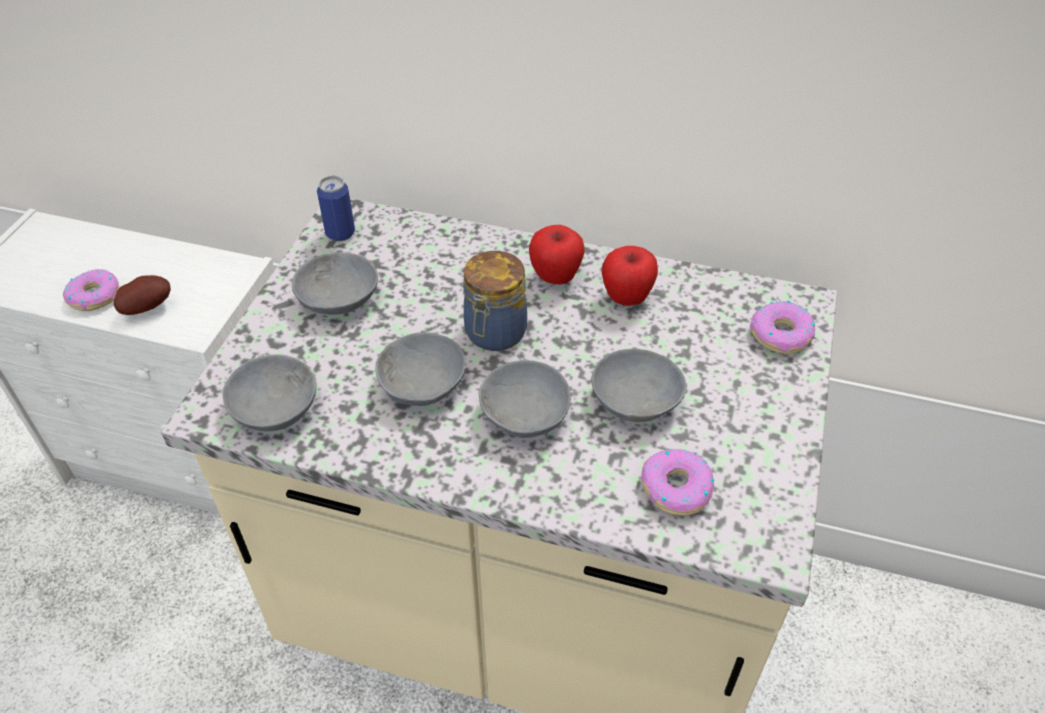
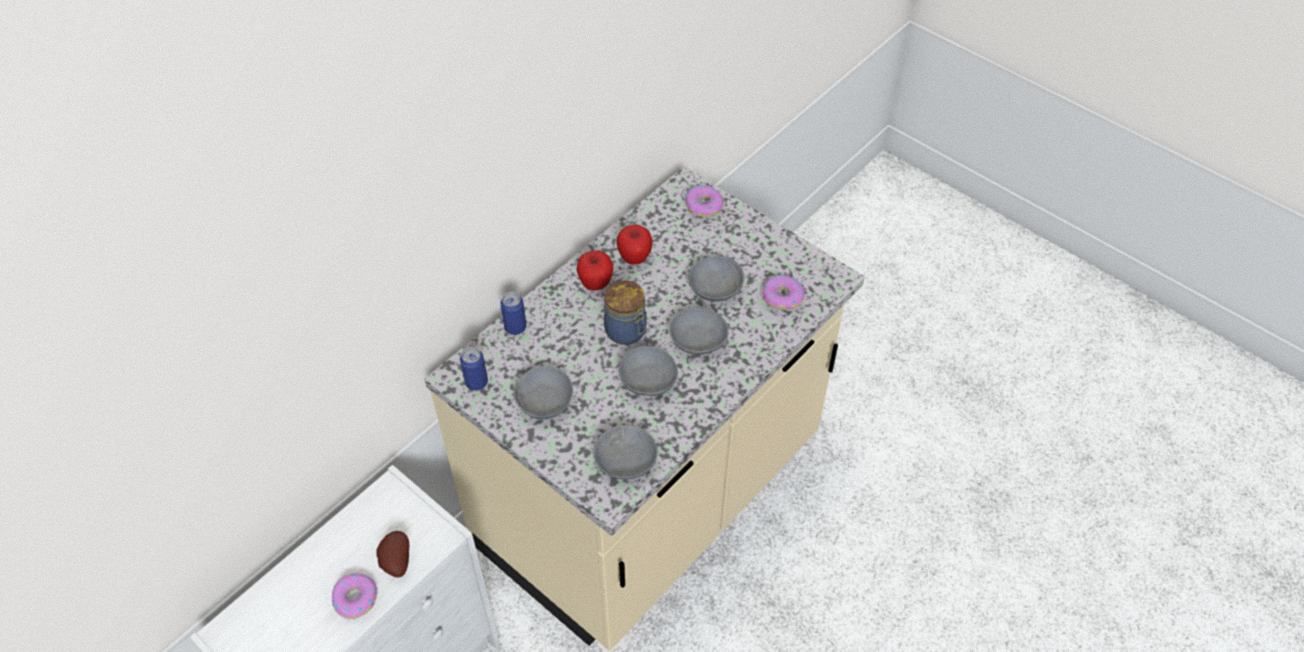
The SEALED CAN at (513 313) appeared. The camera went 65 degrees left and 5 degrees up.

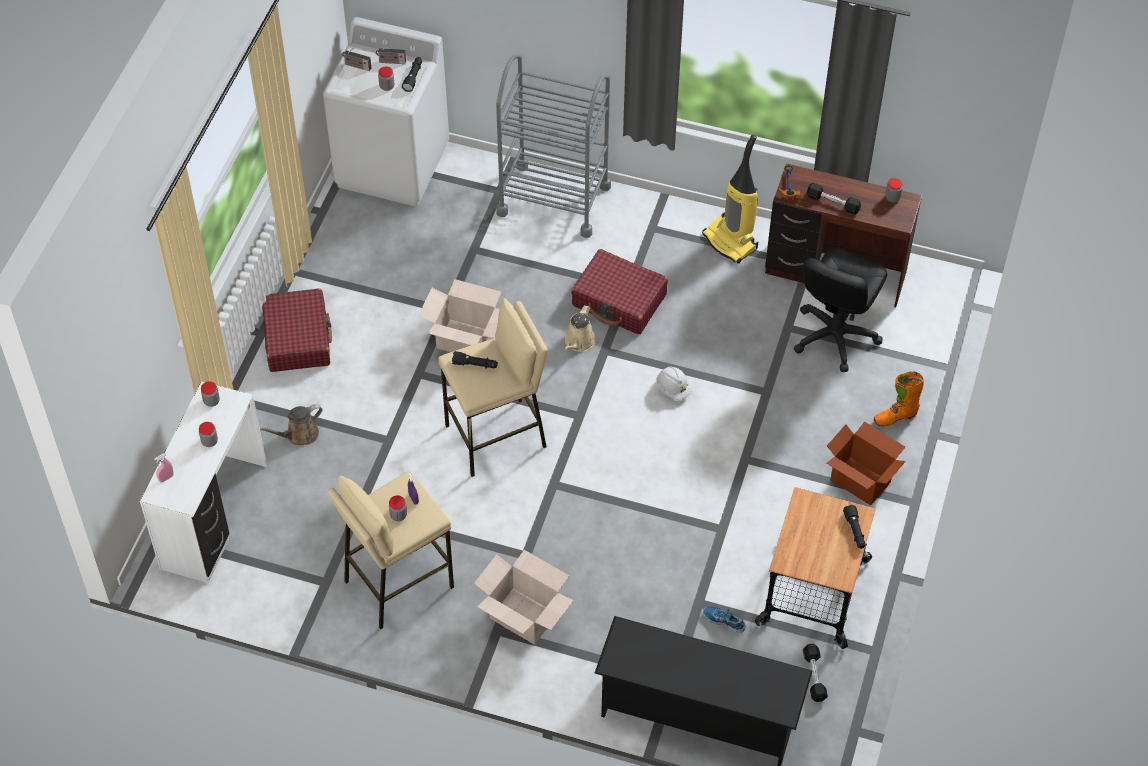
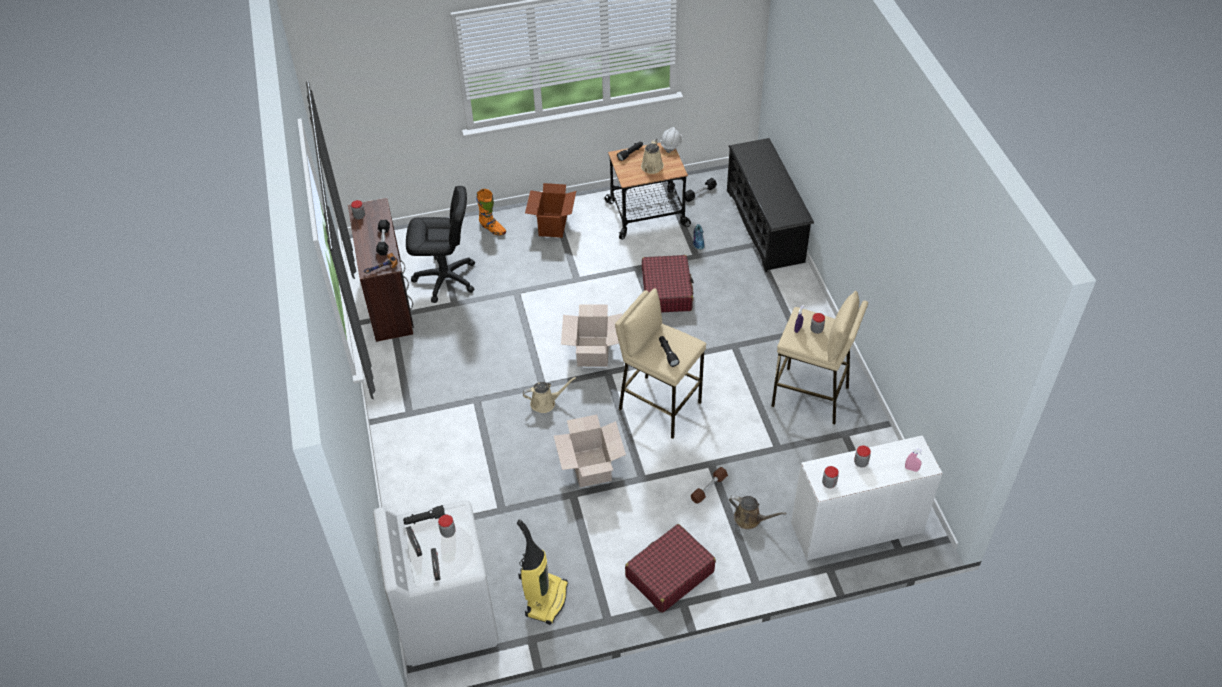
The GRAY TROLLEY at (553 146) disappeared. The SAND-COLOURED SPRINKLING CAN at (652 156) appeared. The BROWNISH FREE WEIGHT at (709 485) appeared. The CARTON moved from (524 597) to (591 335). The RED TRAVEL CASE moved from (619 291) to (668 284). The WHITISH WORK HELMET moved from (674 383) to (671 140). The HOOVER moved from (730 199) to (542 572). The camera went 120 degrees left and 5 degrees down.

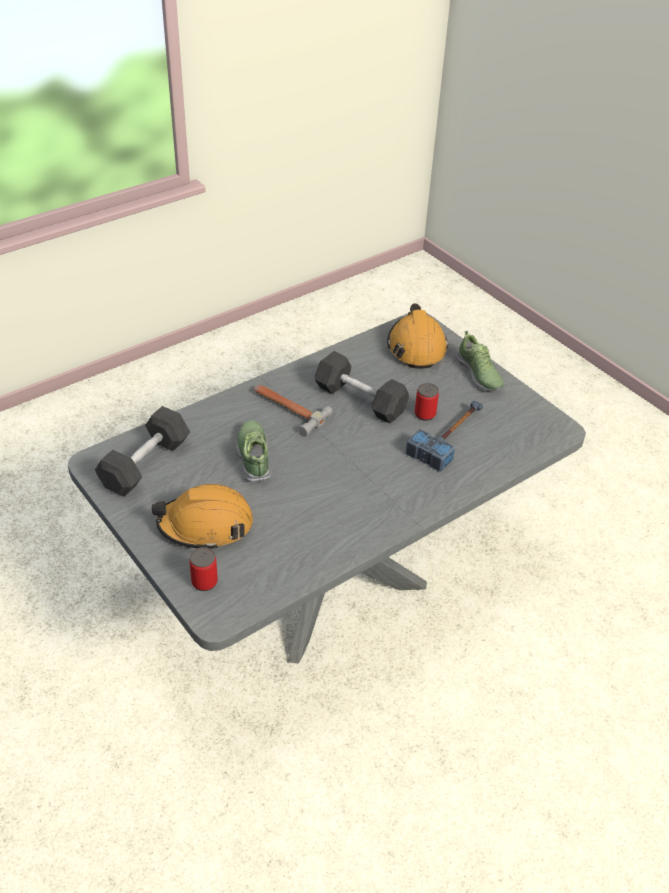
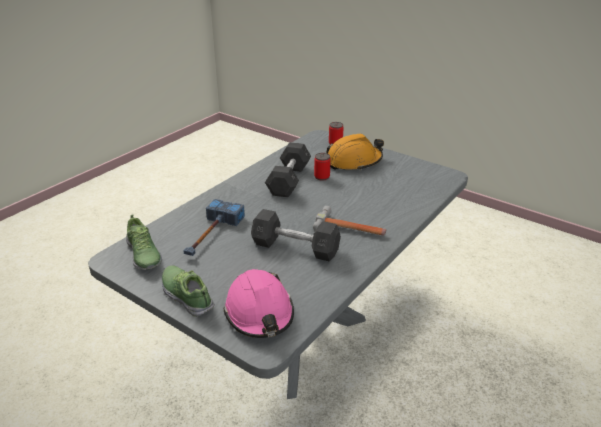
The GRAY FREE WEIGHT moved from (142 451) to (288 169). The SHOE moved from (254 451) to (144 242). The SEALED CAN moved from (427 402) to (322 167). The ORANGE-COLOURED WORK HELMET at (418 336) became the PINKISH WORK HELMET at (259 303). The camera went 165 degrees right and 10 degrees down.

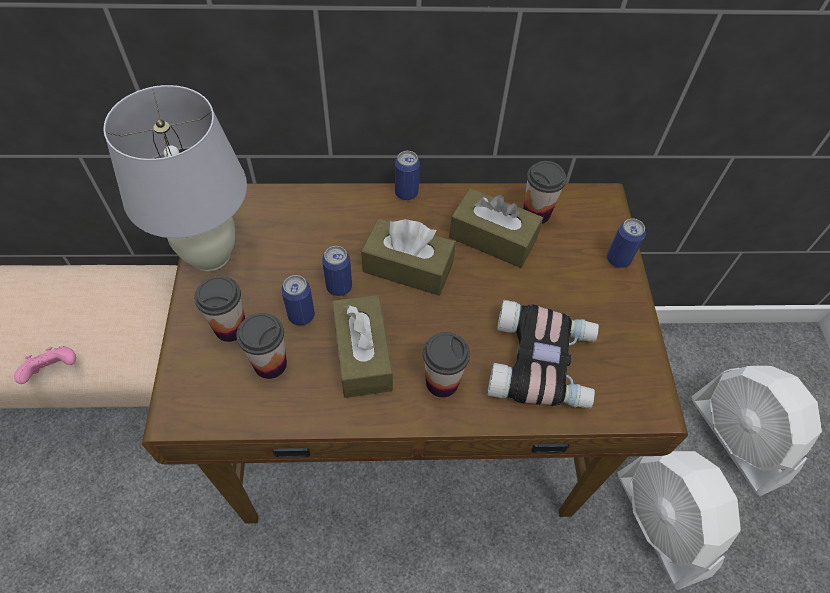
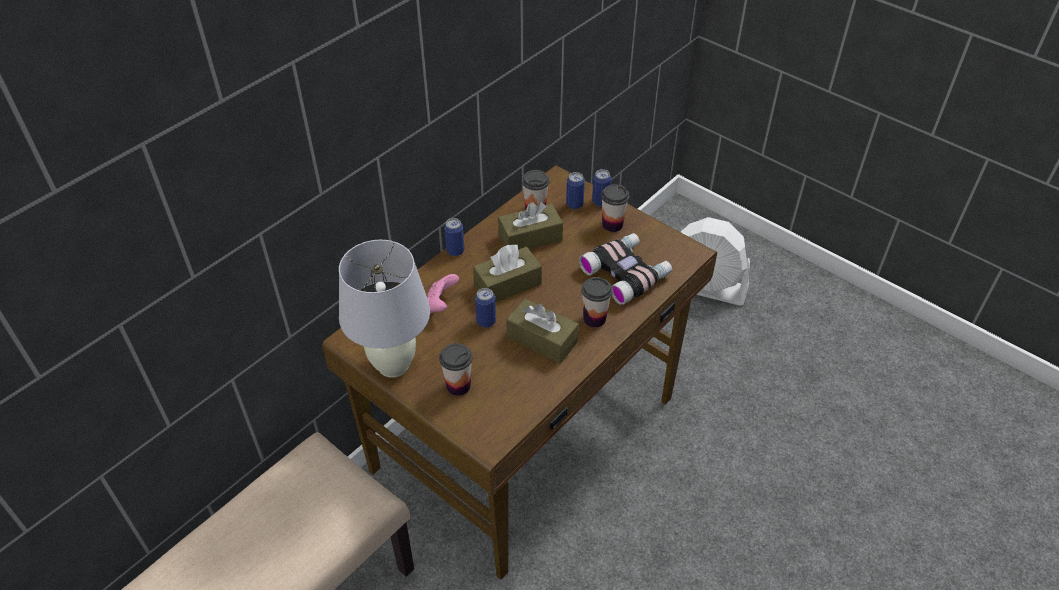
The WHITISH ELECTRIC FAN at (679 520) disappeared. The PINKISH GAME CONTROLLER moved from (45 365) to (443 294). The SMALL CUP moved from (261 346) to (615 208). The SEALED CAN moved from (298 300) to (575 190). The camera went 45 degrees left and 10 degrees down.

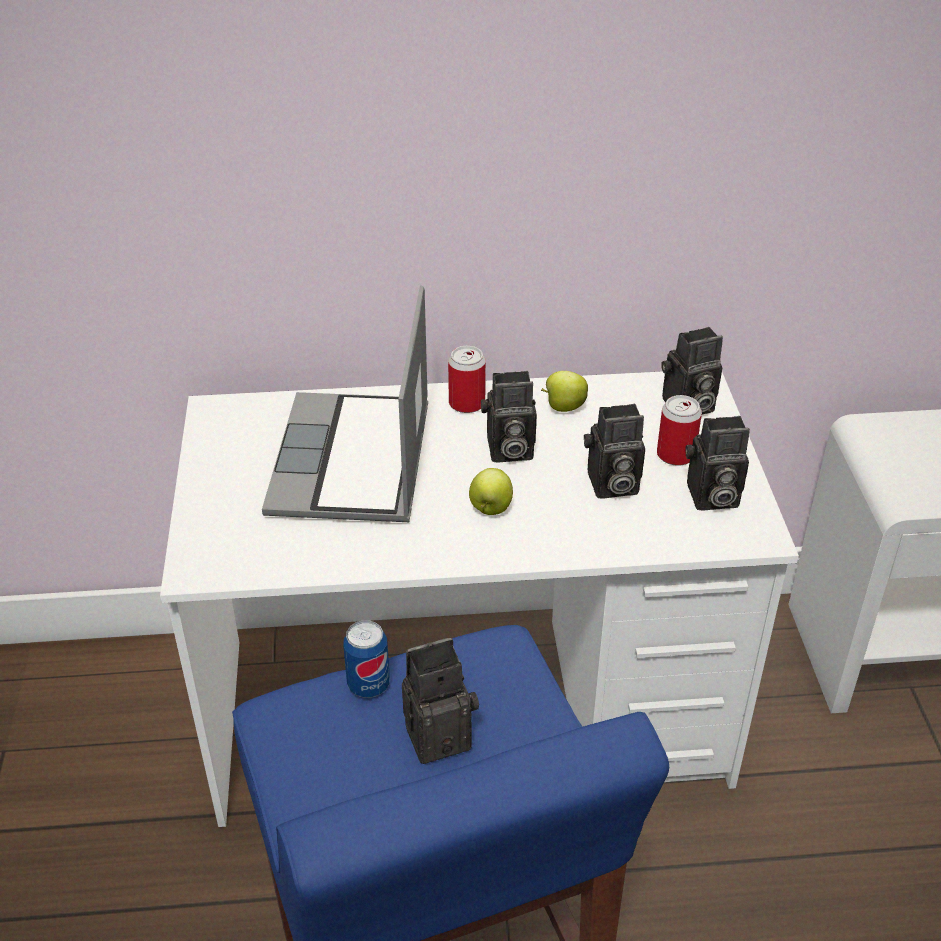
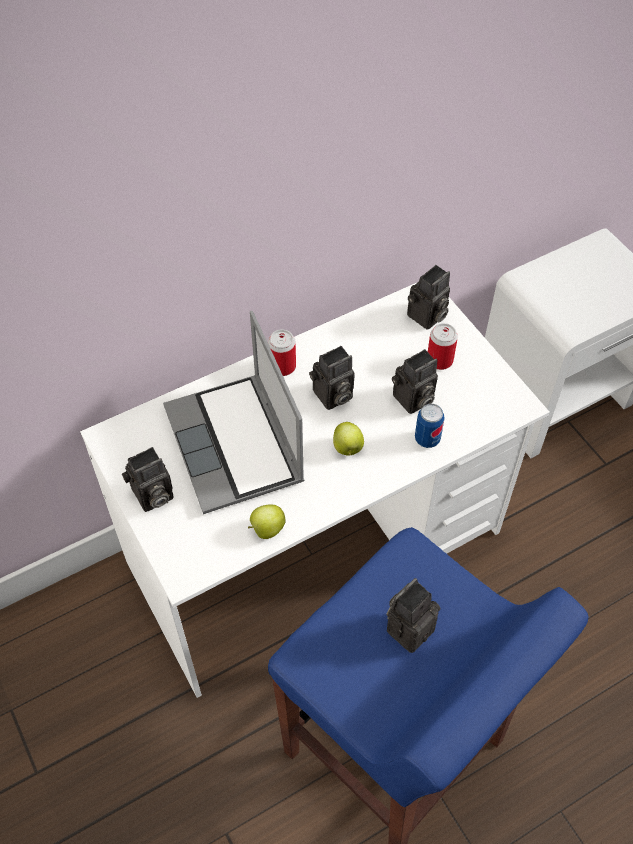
The SEALED CAN moved from (366 659) to (430 426). The WHOLE APPLE moved from (564 391) to (267 522). The STILL CAMERA moved from (718 463) to (148 479). The camera went 25 degrees left and 15 degrees up.

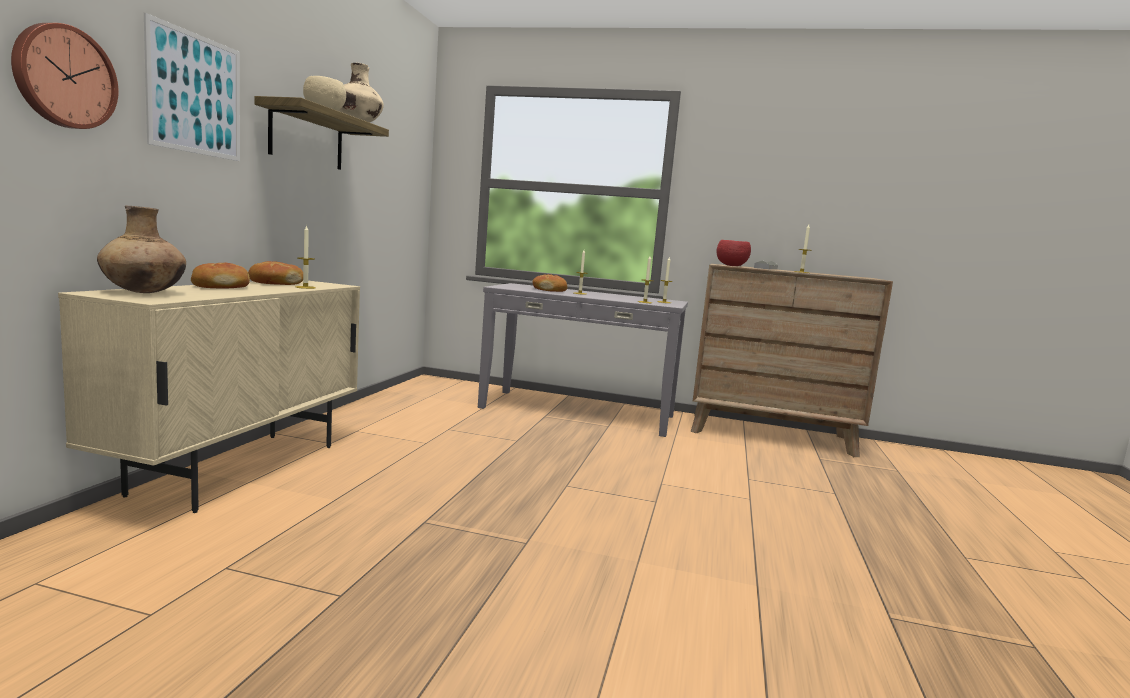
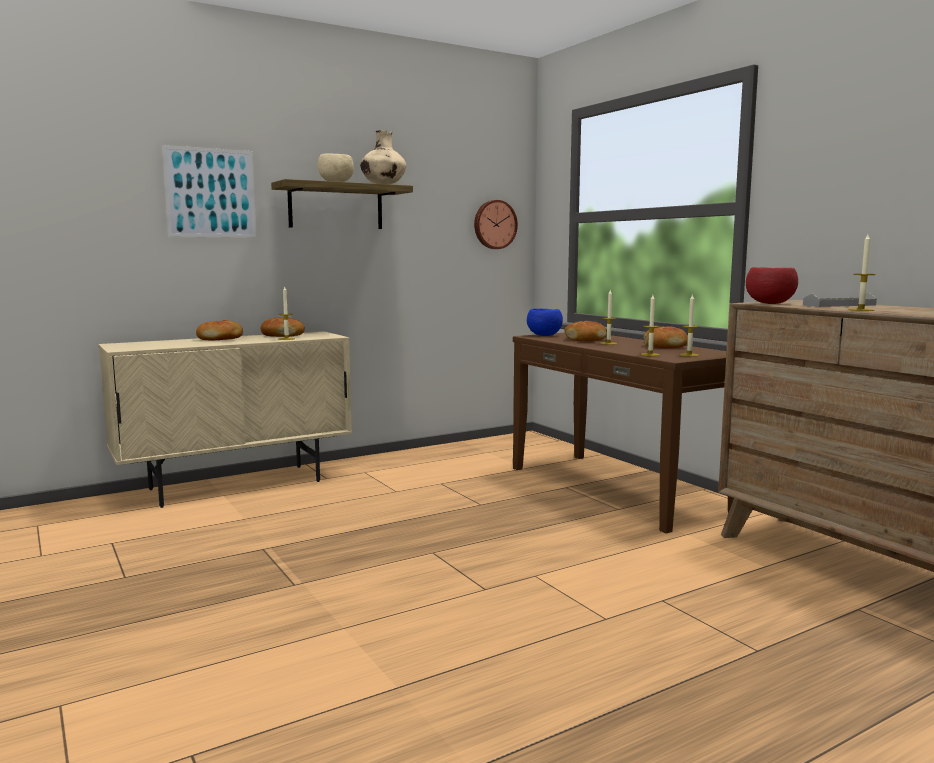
The BROWNISH FLOWER VASE at (141 249) disappeared. The BLUE-COLOURED SERVING BOWL at (545 322) appeared. The BAKED BREAD at (665 337) appeared. The CLOCK ON THE WALL moved from (65 76) to (496 224). The GRAY HALL TABLE at (583 360) became the BROWNISH HALL TABLE at (623 433). The camera went 45 degrees right and 0 degrees up.

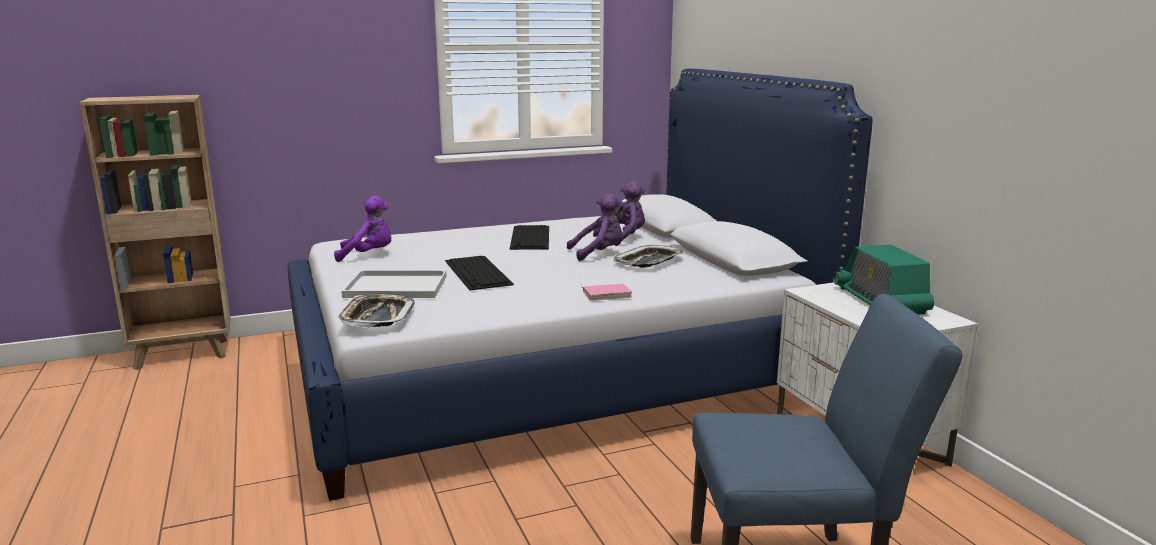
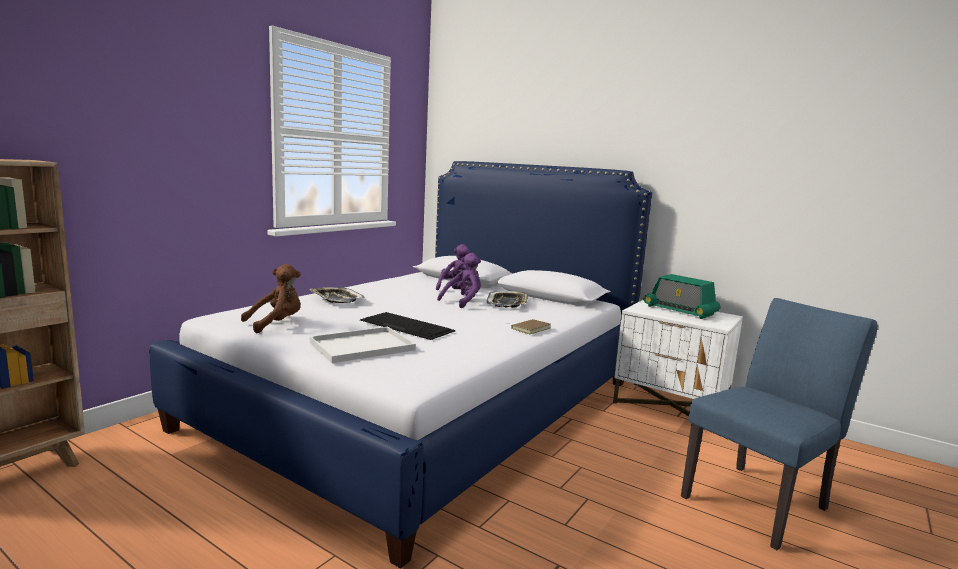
The KEYBOARD at (529 237) disappeared. The CARRYING TRAY moved from (376 311) to (337 295). The PURPLE-COLOURED SOFT TOY at (362 228) became the BROWNISH SOFT TOY at (271 298). The PINKISH VOLUME at (606 292) became the BROWNISH VOLUME at (528 326). The camera went 35 degrees left and 5 degrees down.

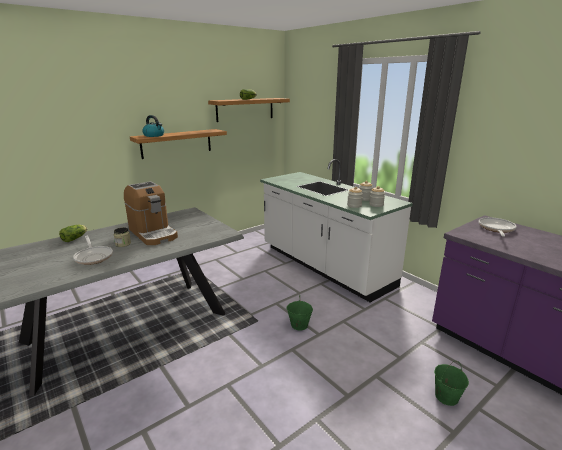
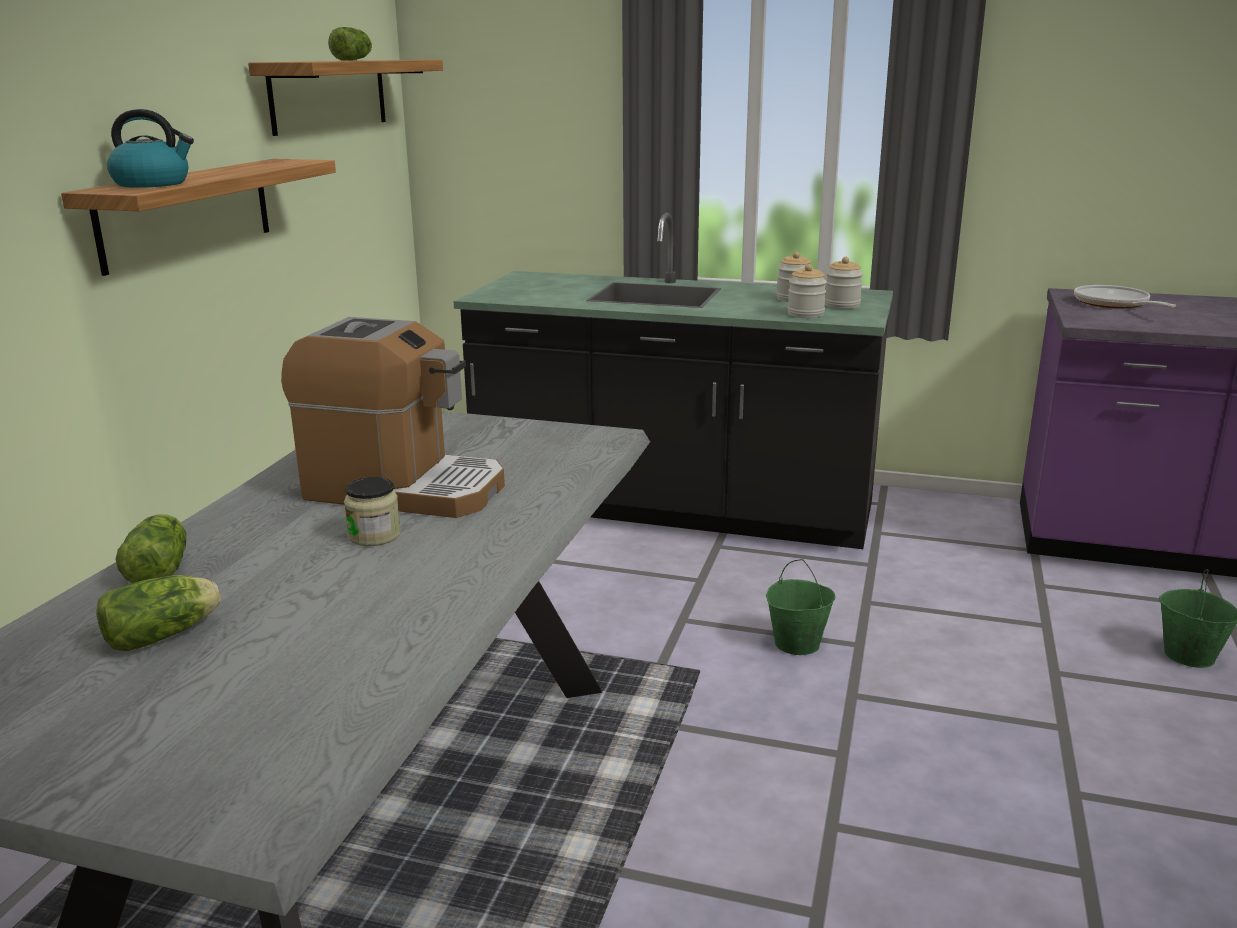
The SKILLET at (93 250) disappeared. The LETTUCE HEAD at (158 613) appeared. The WHITISH COUNTER at (336 231) became the BLACK COUNTER at (673 381). The camera went 35 degrees left and 0 degrees up.

